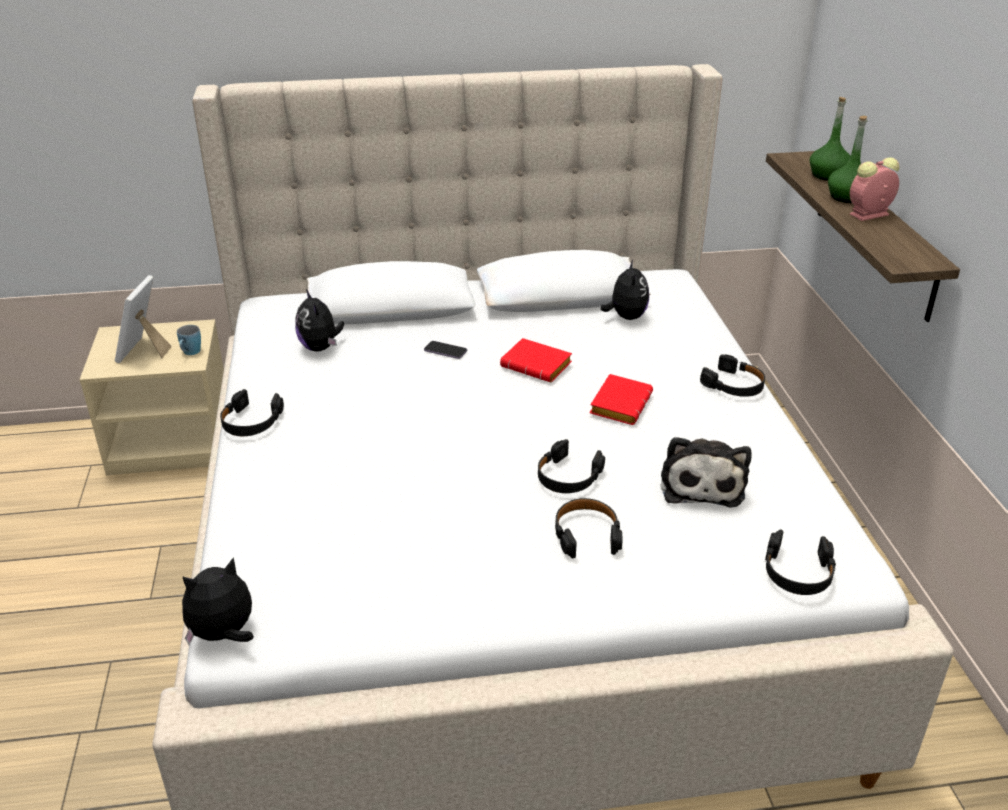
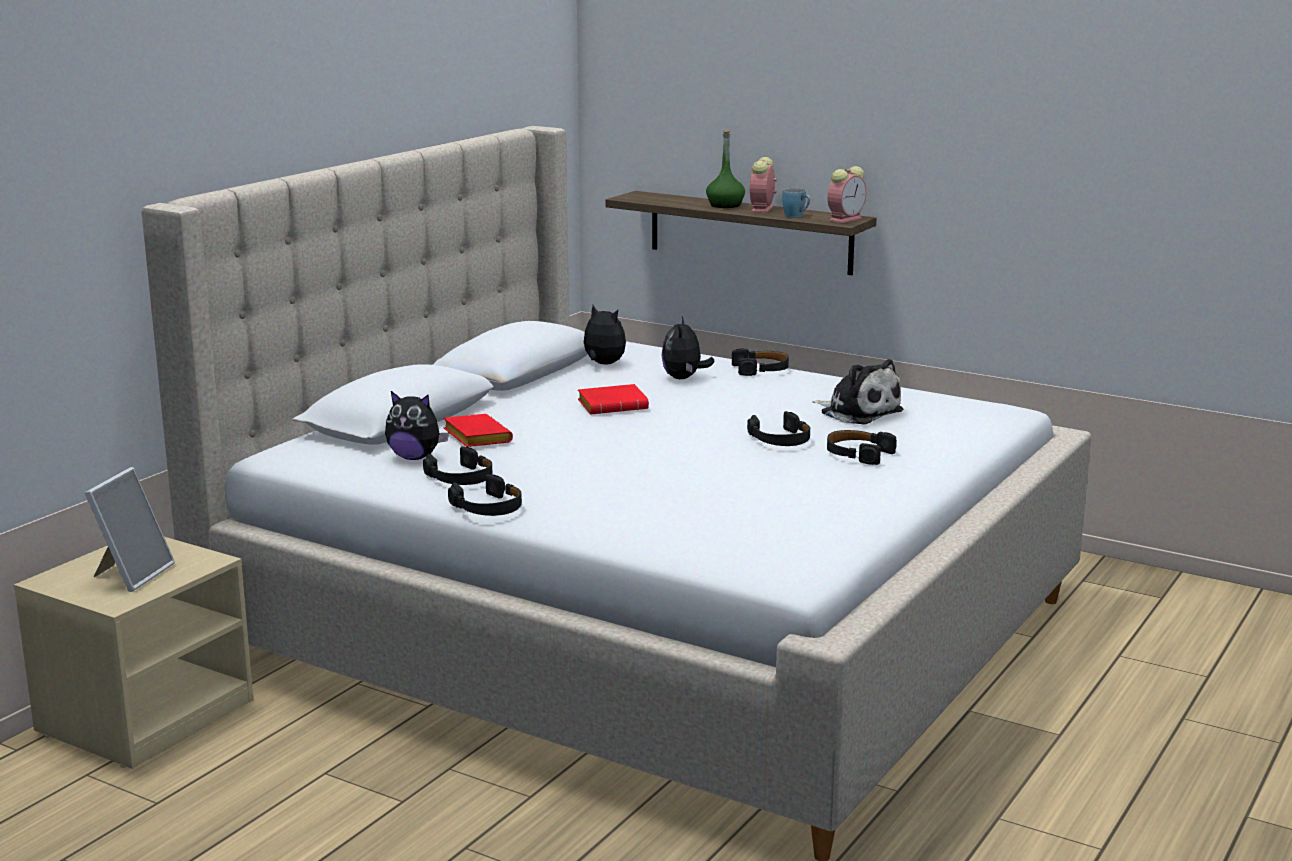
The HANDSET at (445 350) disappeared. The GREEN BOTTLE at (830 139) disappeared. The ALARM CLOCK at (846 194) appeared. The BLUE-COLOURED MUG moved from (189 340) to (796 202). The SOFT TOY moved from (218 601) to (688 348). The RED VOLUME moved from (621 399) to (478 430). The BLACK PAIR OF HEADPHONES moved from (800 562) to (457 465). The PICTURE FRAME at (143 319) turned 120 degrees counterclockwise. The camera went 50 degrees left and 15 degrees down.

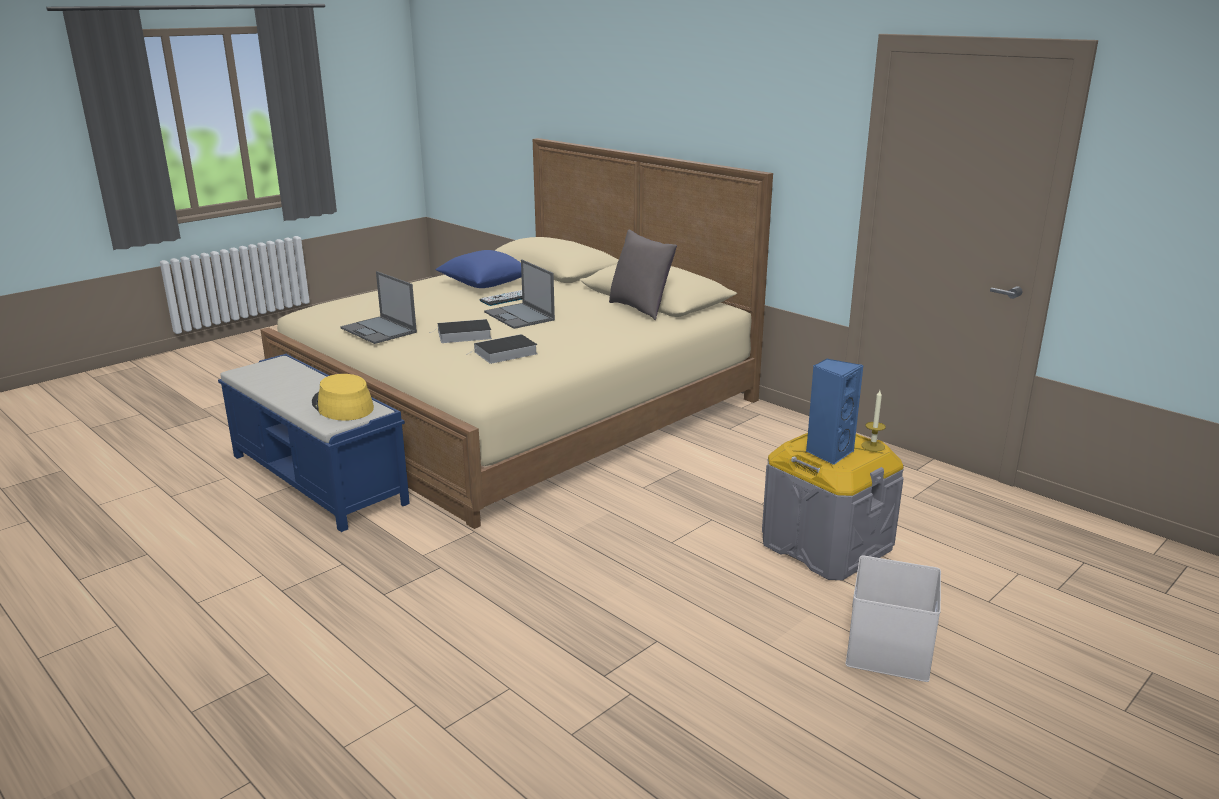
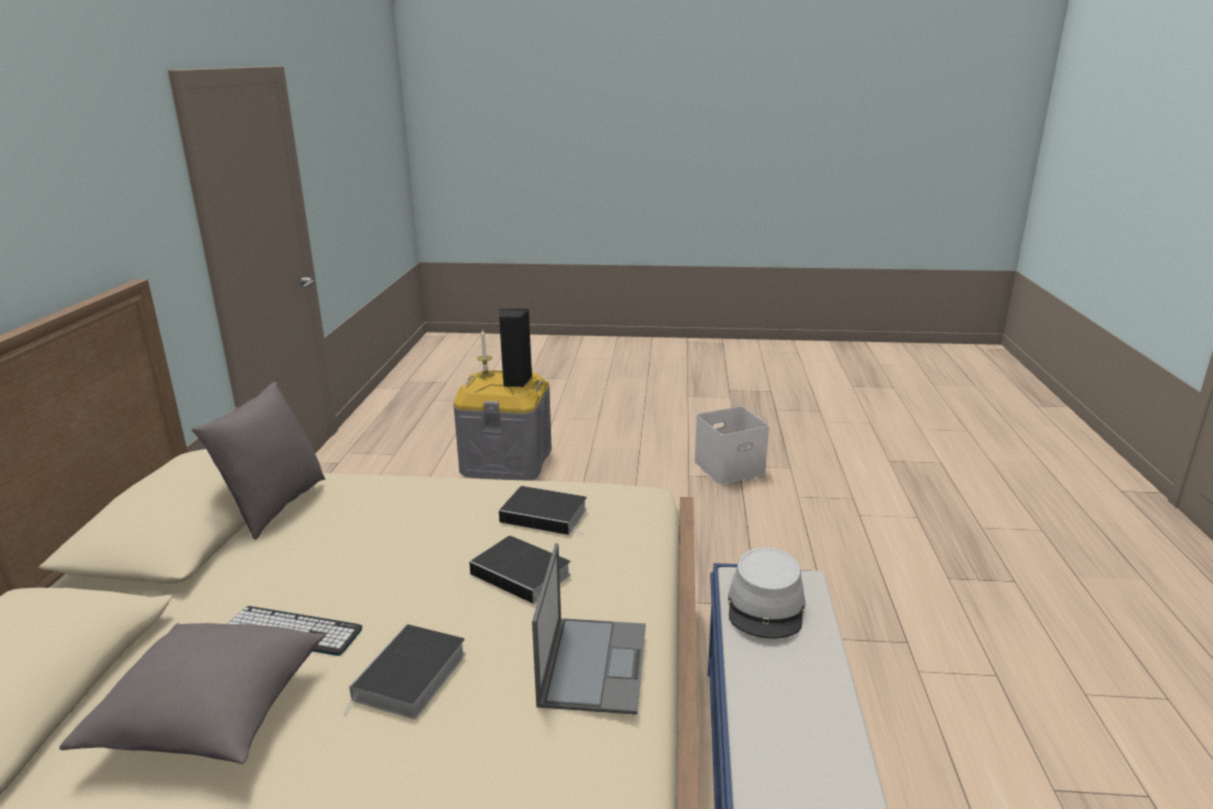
The PORTABLE COMPUTER at (519 294) disappeared. The VOLUME at (404 671) appeared. The WHITISH STORAGE BOX moved from (893 619) to (731 445). The YELLOW CLOTHING HAT at (343 397) became the GRAY CLOTHING HAT at (767 593). The BLUE-COLOURED PILLOW at (478 269) became the GRAY PILLOW at (192 693). The BLUE-COLOURED AUDIO SPEAKER at (834 411) became the BLACK AUDIO SPEAKER at (515 348). The camera went 130 degrees left and 0 degrees up.

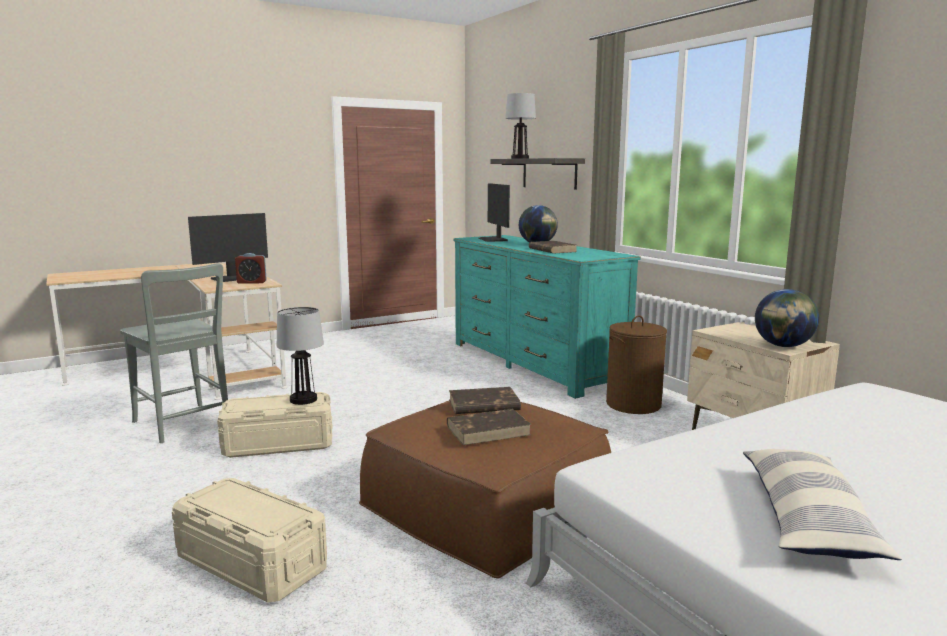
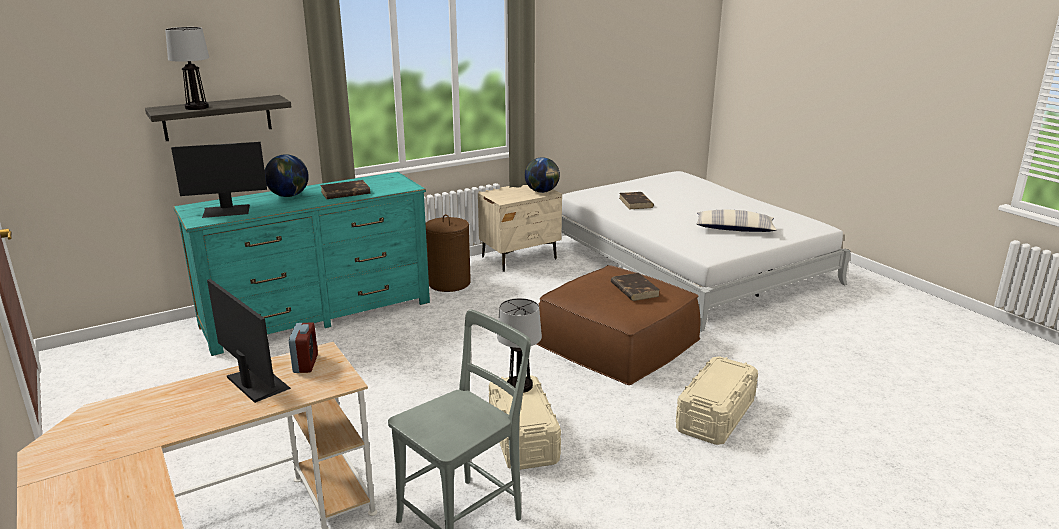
The BROWNISH VOLUME moved from (485 400) to (636 200). The camera went 90 degrees left and 10 degrees up.

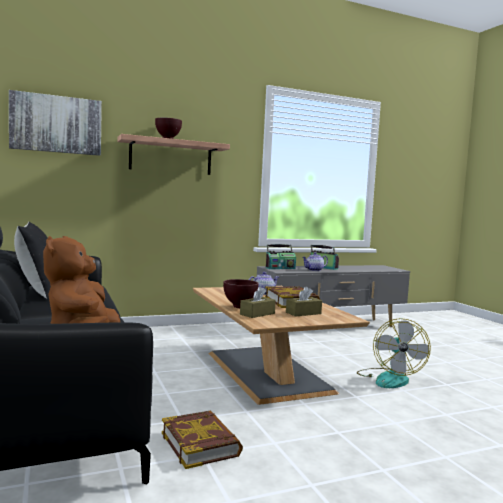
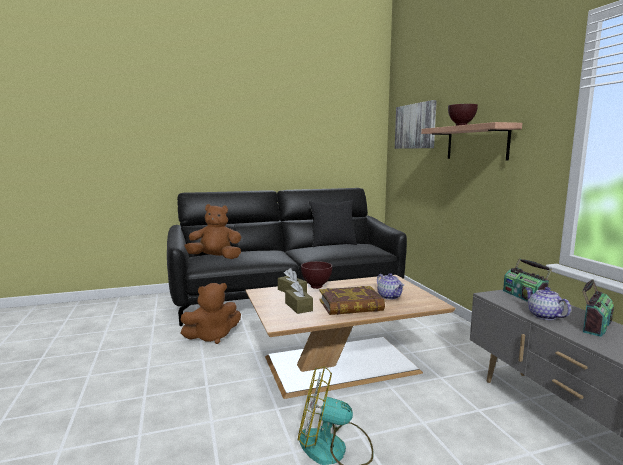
The VOLUME at (202 439) was replaced by the BROWNISH SOFT TOY at (211 313). The camera went 95 degrees right and 5 degrees up.

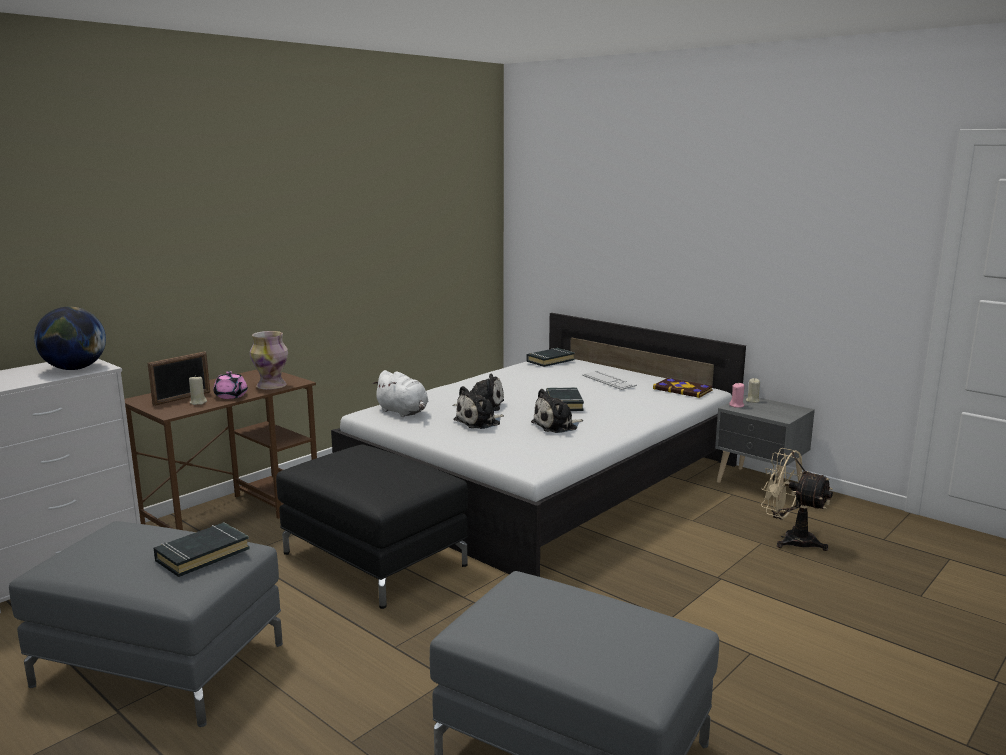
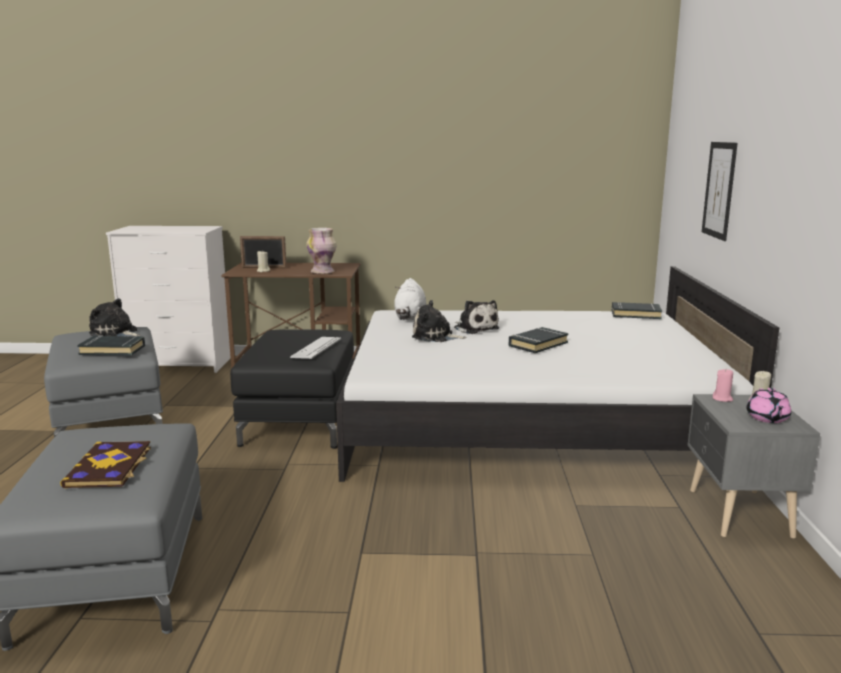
The DESK GLOBE at (70 338) disappeared. The SAND-COLOURED ELECTRIC FAN at (797 499) disappeared. The PICTURE at (720 191) appeared. The PINKISH POT FOR TEA moved from (230 385) to (768 405). The SOFT TOY moved from (557 411) to (115 317). The KEYBOARD moved from (609 380) to (315 348). The VOLUME moved from (683 388) to (105 464). The camera went 50 degrees right and 0 degrees up.

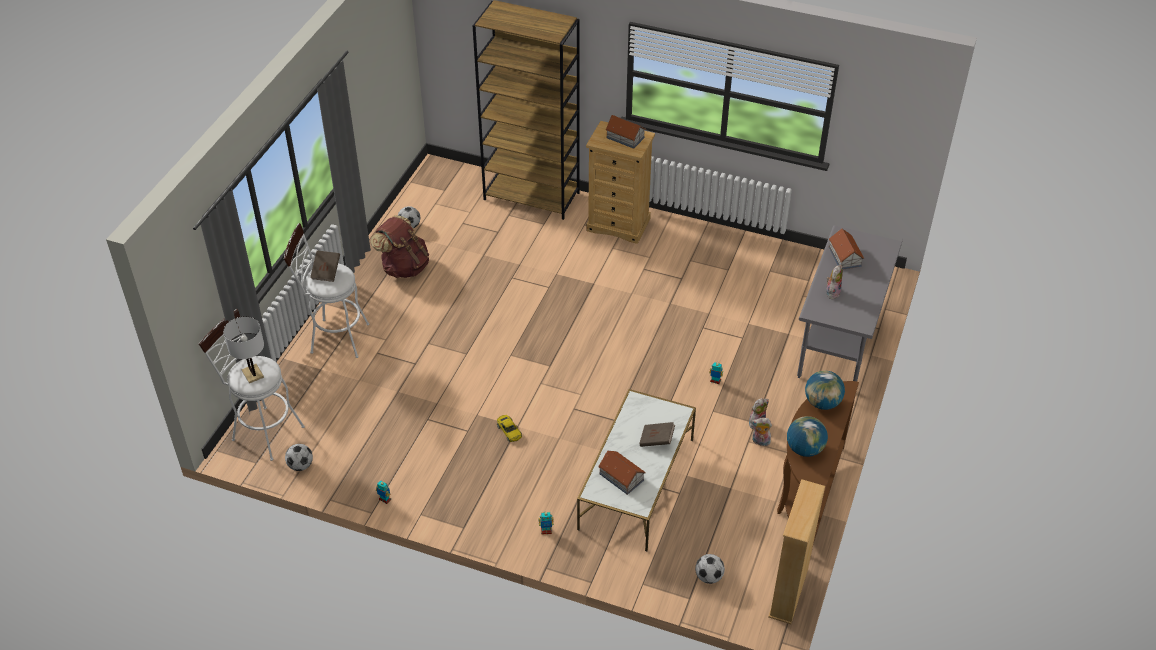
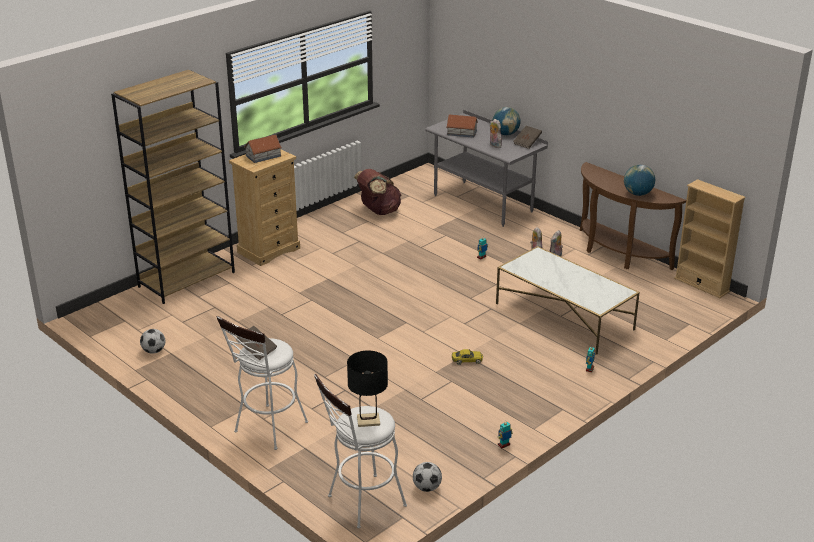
The MODEL HOUSE at (622 473) disappeared. The FOOTBALL BALL at (710 569) disappeared. The BROWNISH BACKPACK moved from (400 246) to (377 192). The BROWNISH VOLUME moved from (657 434) to (528 137). The DESK GLOBE moved from (825 390) to (506 121). The WHITISH TABLETOP LAMP at (243 349) became the BLACK TABLETOP LAMP at (367 388). The camera went 65 degrees left and 15 degrees down.

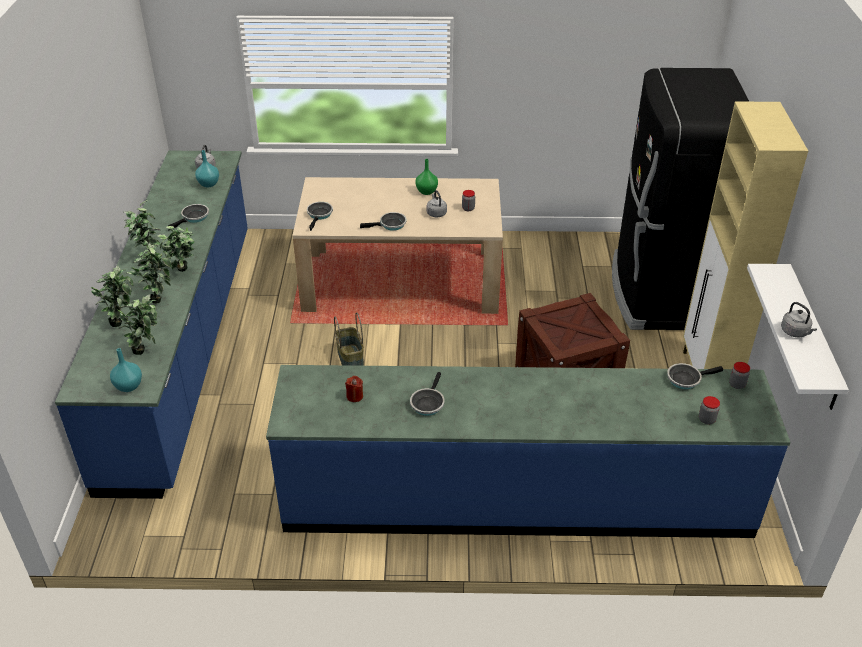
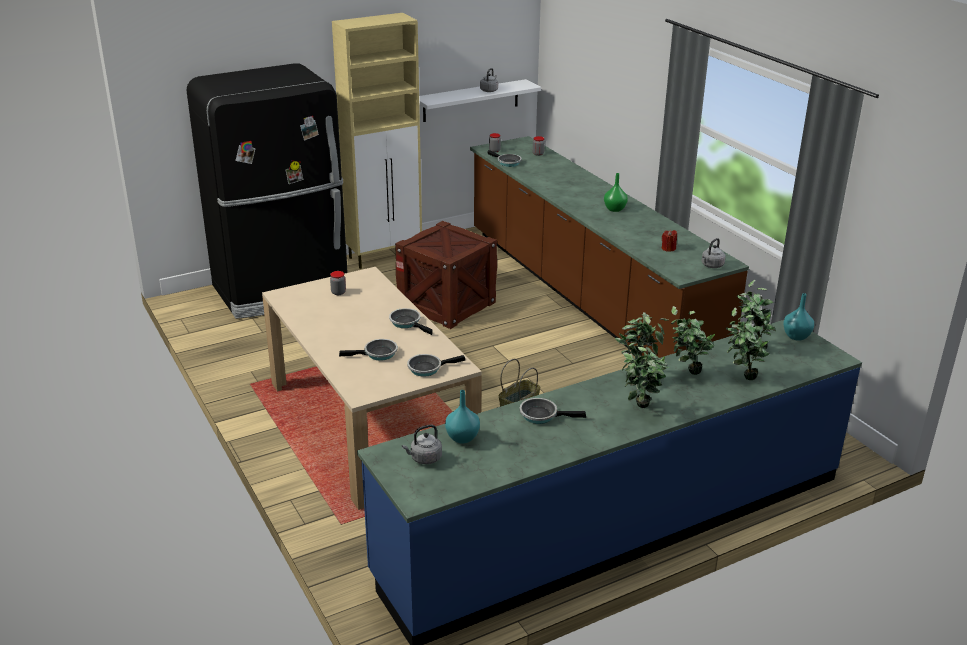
The SKILLET moved from (427 394) to (368 350). The GREEN FLOWER VASE moved from (427 177) to (616 192). The GRAY KETTLE moved from (437 203) to (714 253). The BLUE-COLOURED COUNTER at (528 451) became the BROWNISH COUNTER at (609 247). The camera went 120 degrees left and 10 degrees down.

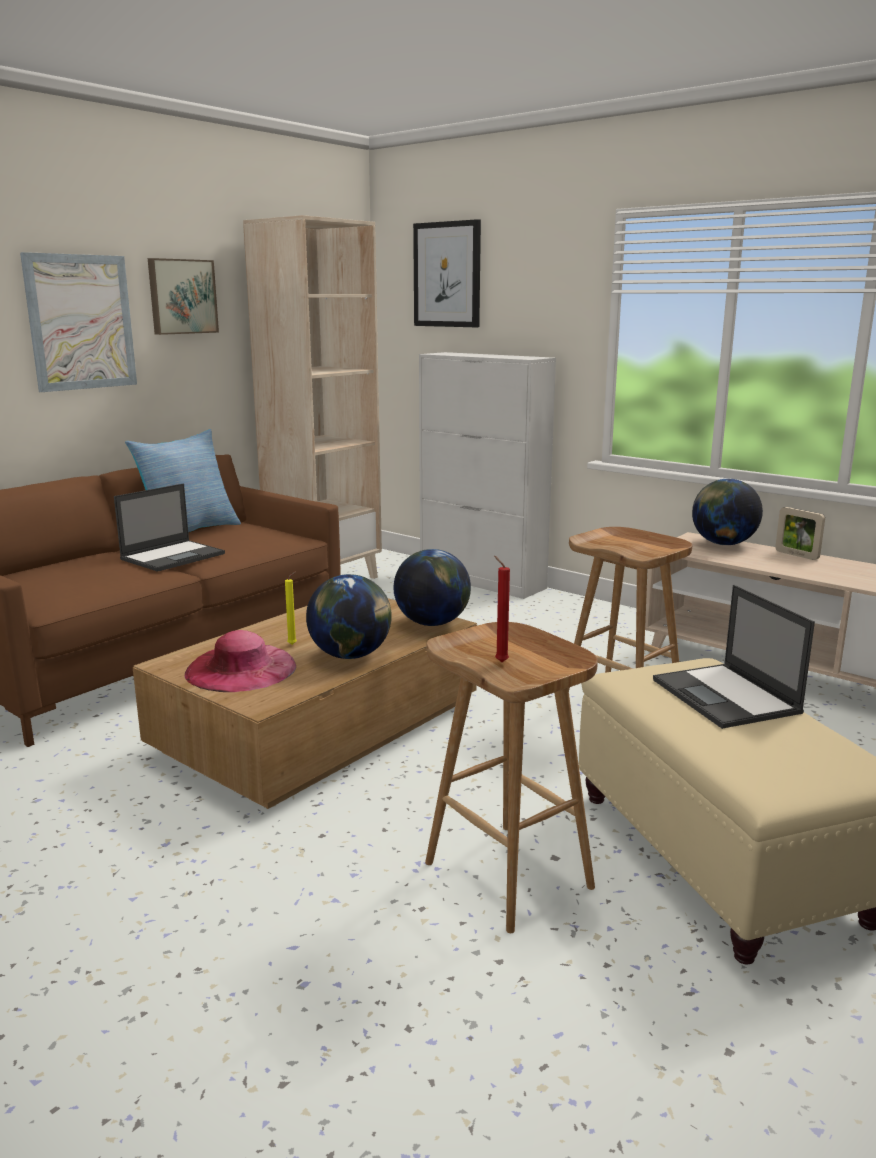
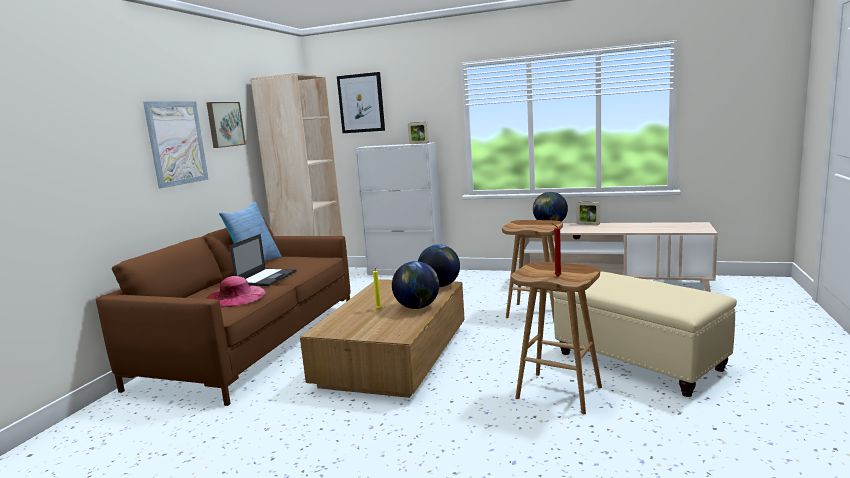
The PORTABLE COMPUTER at (734 657) disappeared. The PICTURE FRAME at (418 133) appeared. The PINKISH CLOTHING HAT moved from (240 661) to (236 291). The camera went 20 degrees left and 5 degrees down.

